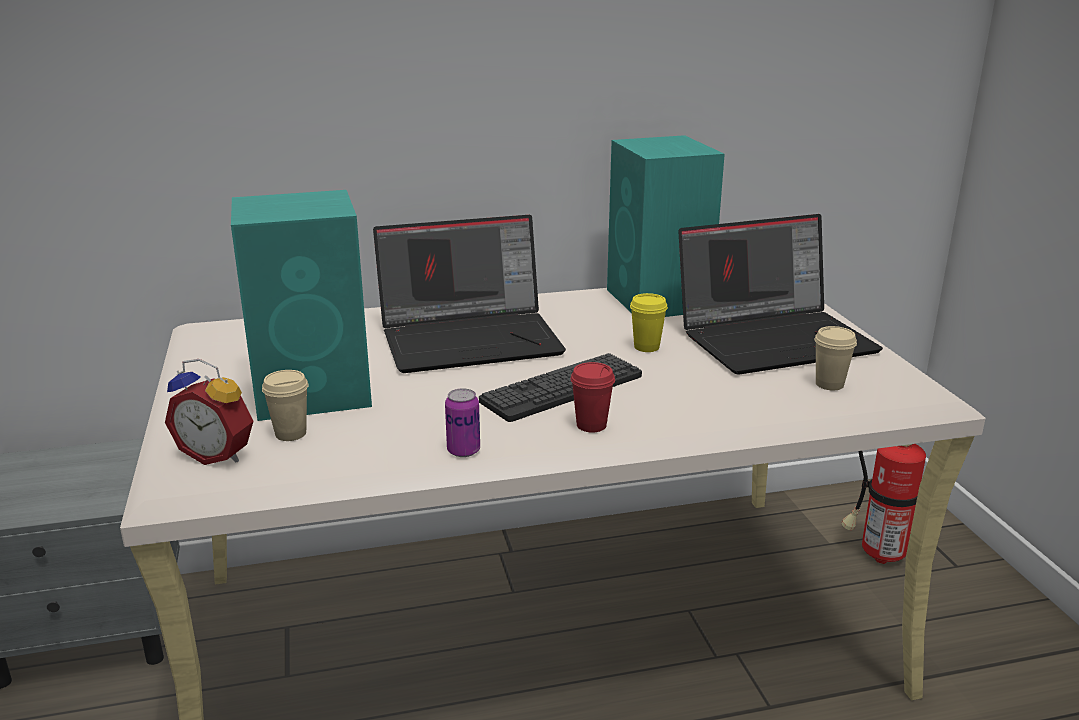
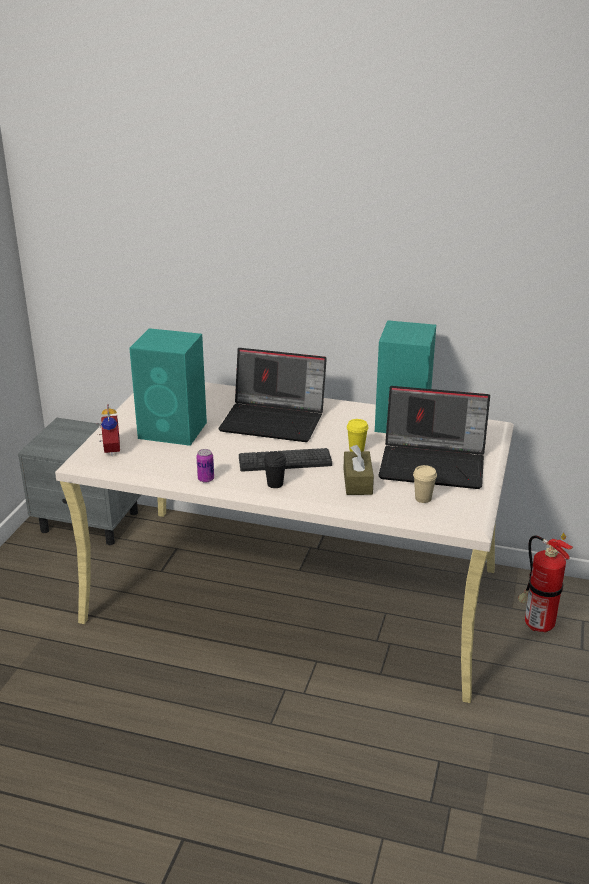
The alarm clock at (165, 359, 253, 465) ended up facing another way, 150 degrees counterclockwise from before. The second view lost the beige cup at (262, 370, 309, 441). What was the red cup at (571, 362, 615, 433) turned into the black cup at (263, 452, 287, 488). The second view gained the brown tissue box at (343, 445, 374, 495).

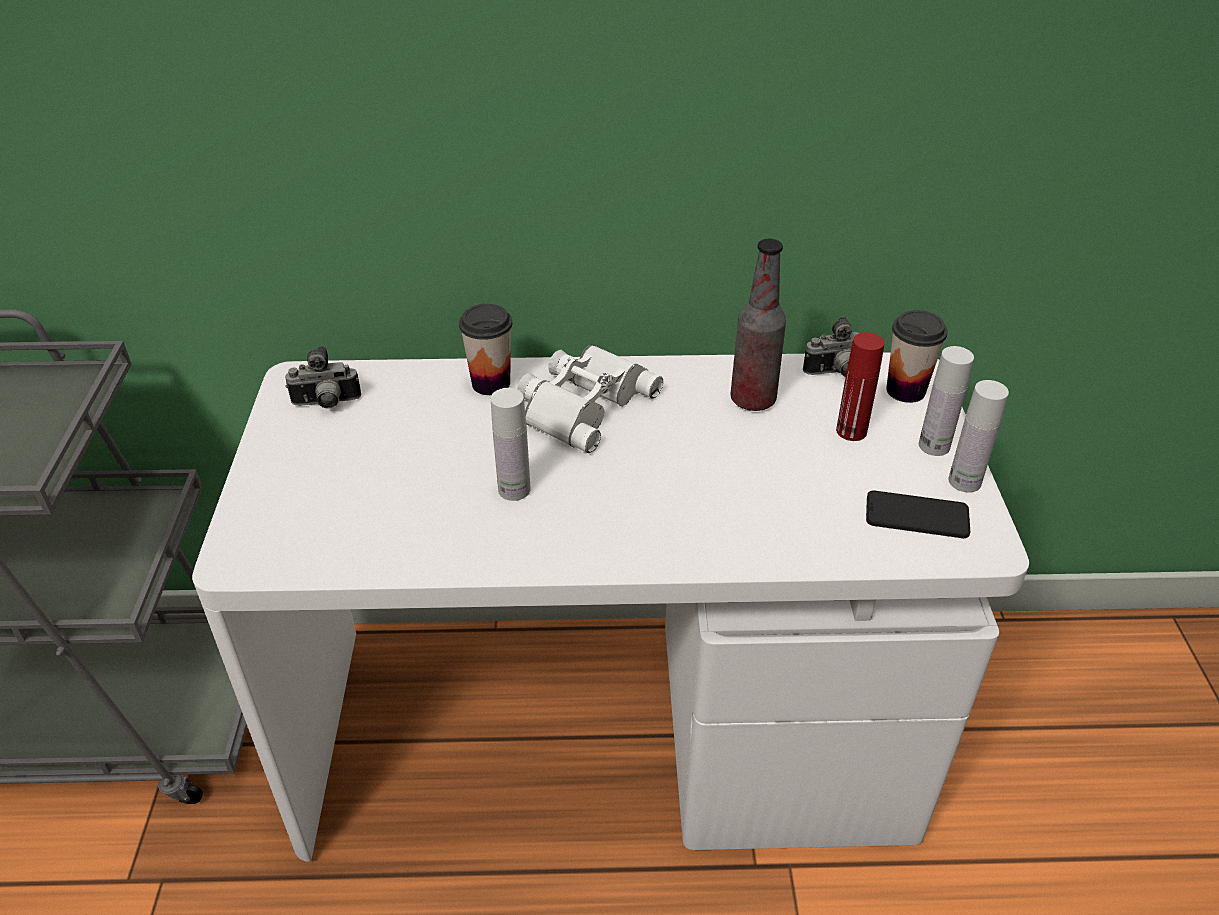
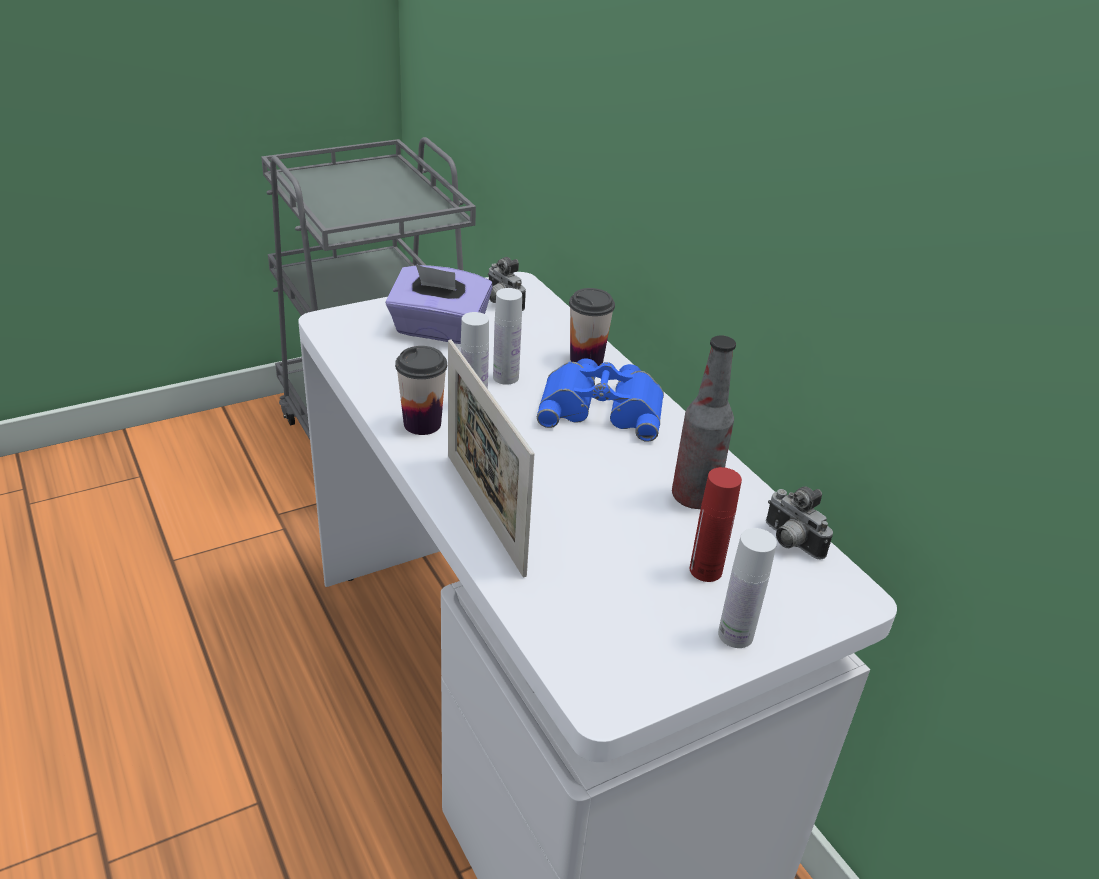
What was the white binoculars at (517, 345, 663, 453) turned into the blue binoculars at (537, 358, 664, 442). The second view lost the phone at (866, 490, 970, 538). The cup ended up elsewhere, having gone from (886, 310, 948, 403) to (395, 346, 447, 435). The white bottle ended up elsewhere, having gone from (948, 380, 1009, 493) to (493, 288, 522, 385). The second view gained the purple tissue box at (386, 264, 493, 344). The second view gained the picture frame at (448, 339, 535, 577).

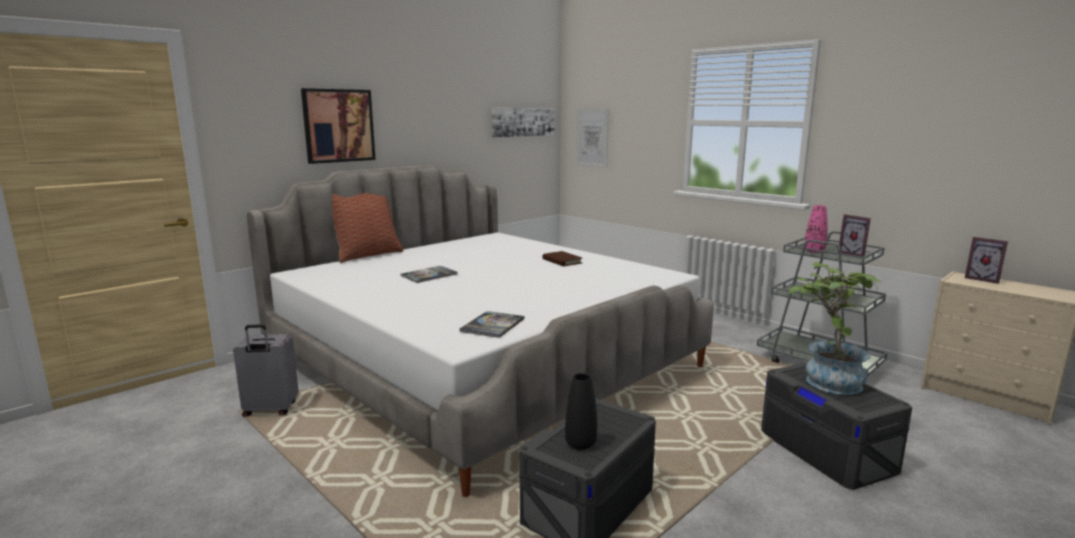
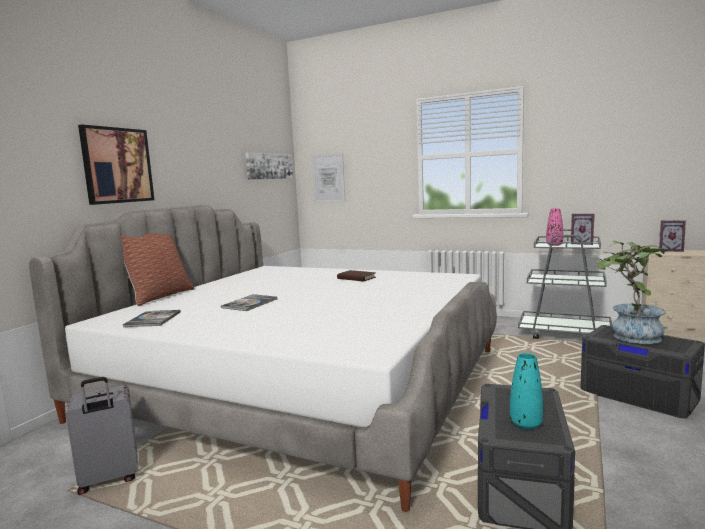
The book ended up elsewhere, having gone from (460, 311, 524, 338) to (123, 310, 181, 327). What was the black vase at (565, 373, 597, 450) turned into the turquoise vase at (510, 353, 543, 429).

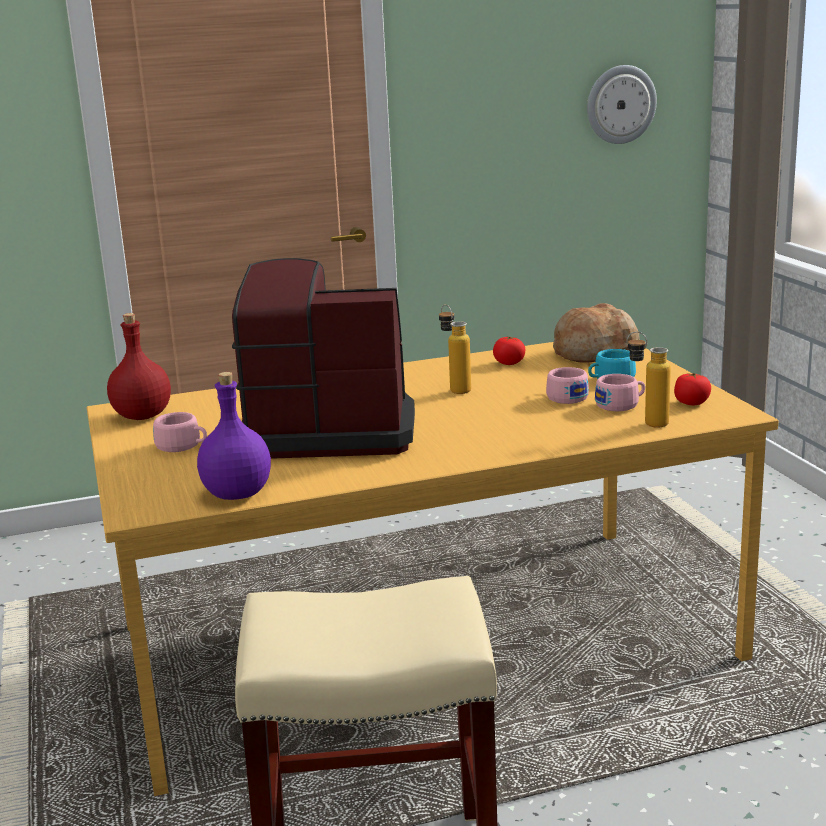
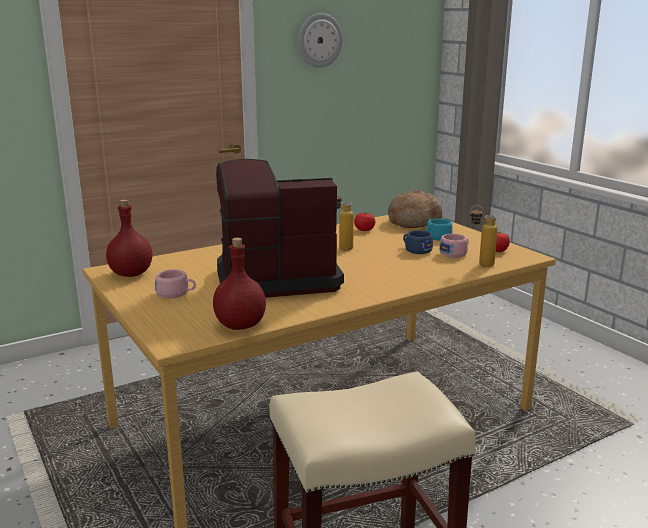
What was the purple bottle at (197, 372, 271, 500) turned into the red bottle at (213, 238, 266, 330). What was the pink cup at (546, 367, 589, 404) turned into the blue cup at (403, 230, 433, 254). The wall clock ended up elsewhere, having gone from (587, 65, 657, 144) to (298, 13, 343, 68).

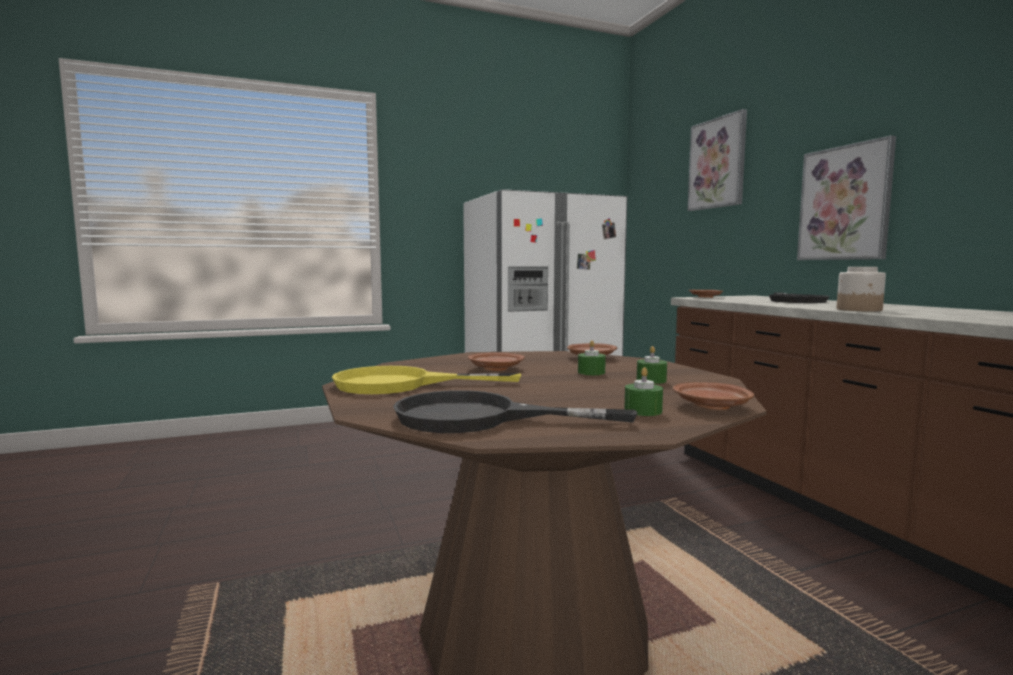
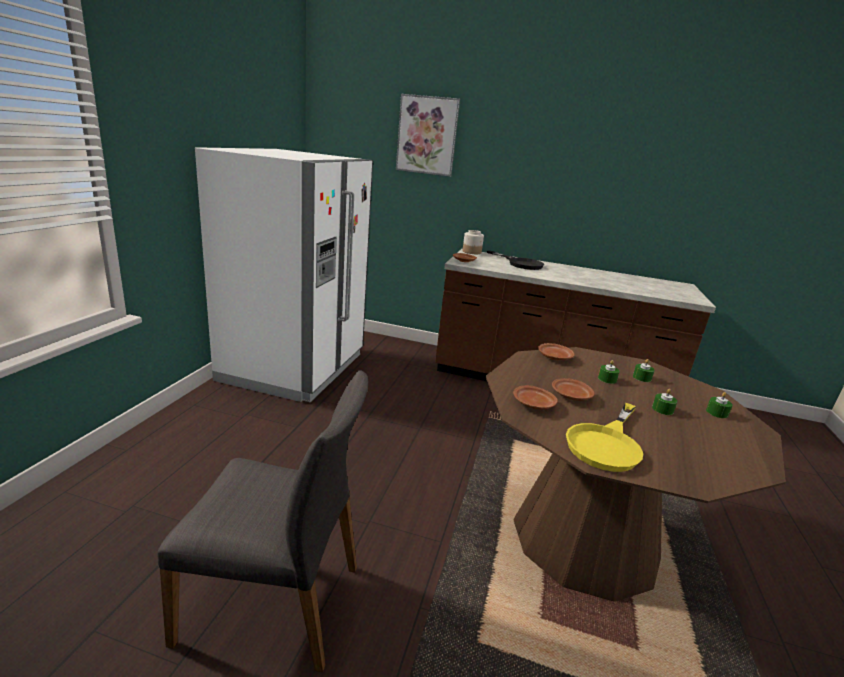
The second view lost the black frying pan at (393, 390, 638, 433). The brown plate ended up elsewhere, having gone from (673, 382, 754, 410) to (513, 385, 558, 410). The second view lost the picture at (797, 136, 896, 260). The jar ended up elsewhere, having gone from (837, 267, 886, 311) to (462, 230, 484, 254). The second view gained the grey chair at (157, 370, 368, 673). The second view gained the green candle at (652, 389, 677, 415).

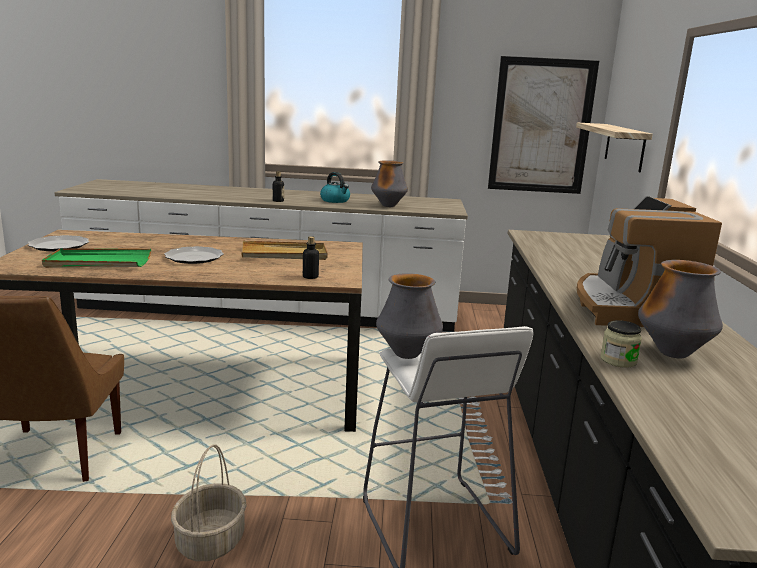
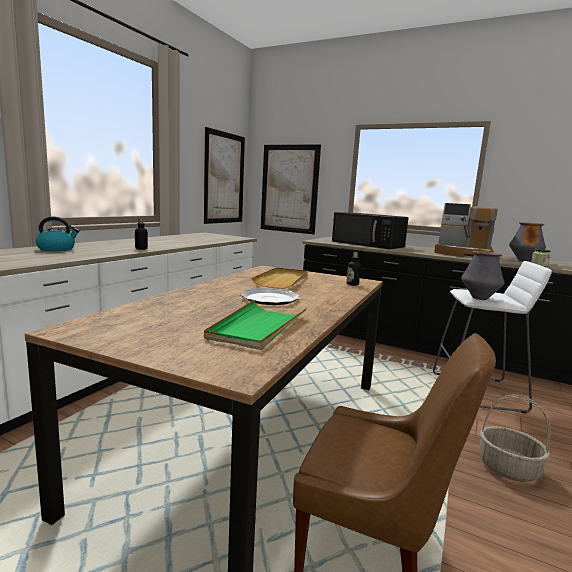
The second view lost the plate at (28, 235, 89, 251). The kettle ended up elsewhere, having gone from (320, 172, 350, 203) to (36, 216, 80, 251). The second view lost the vase at (371, 160, 408, 207). Where the shelf hung at (576, 123, 653, 173), the picture came to hang at (261, 144, 321, 234). The second view gained the black microwave at (332, 212, 409, 249).

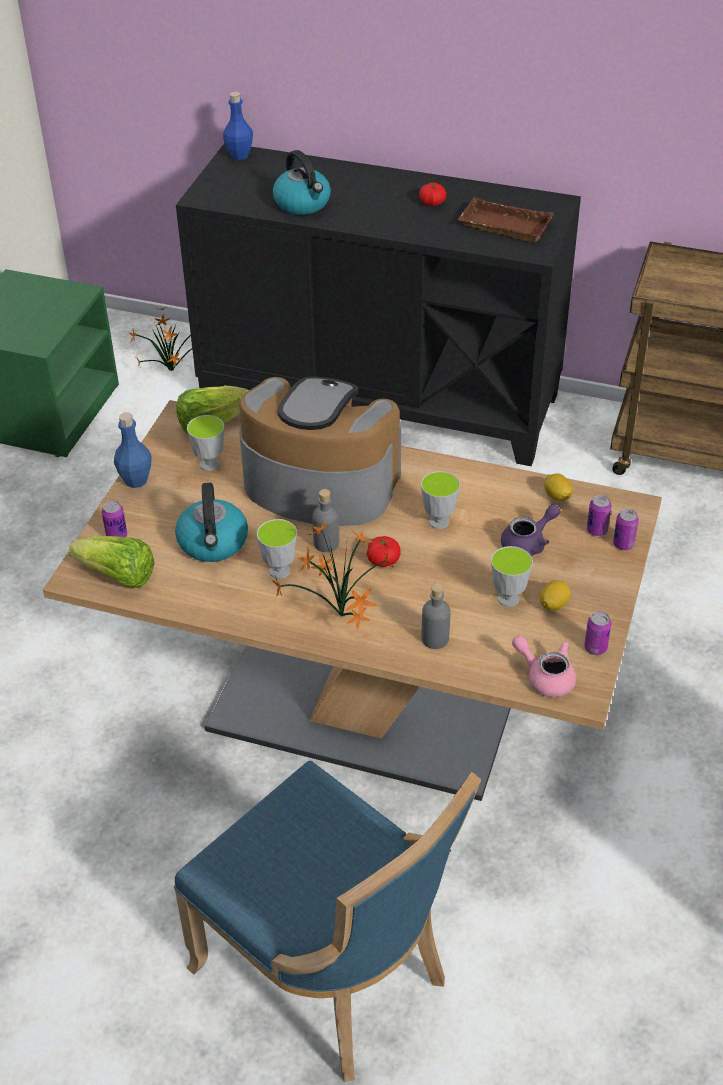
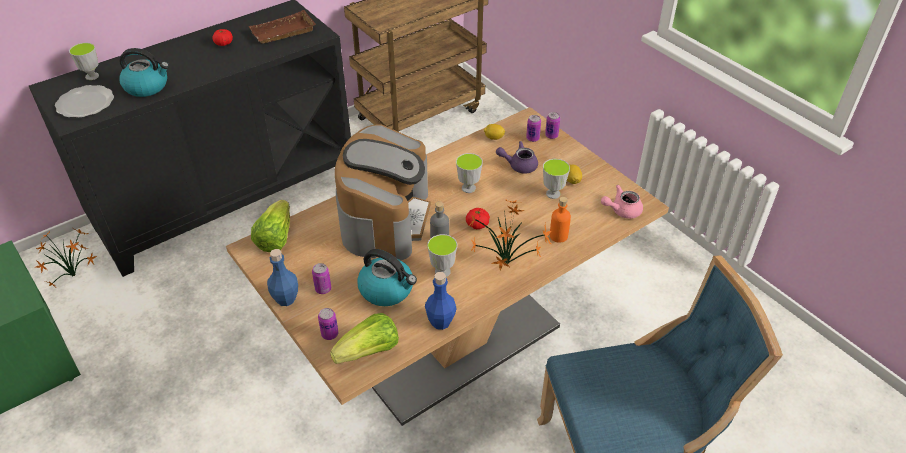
The cup ended up elsewhere, having gone from (187, 415, 224, 471) to (69, 43, 99, 80). The blue bottle ended up elsewhere, having gone from (223, 92, 253, 160) to (425, 272, 457, 330). The coffee machine at (239, 377, 401, 526) ended up facing another way, 135 degrees clockwise from before. What was the grey bottle at (421, 583, 451, 649) turned into the orange bottle at (550, 197, 571, 243). The purple teapot at (501, 504, 561, 556) ended up facing another way, 90 degrees counterclockwise from before. The can ended up elsewhere, having gone from (584, 611, 611, 655) to (312, 263, 331, 294). The second view gained the plate at (55, 85, 114, 118).

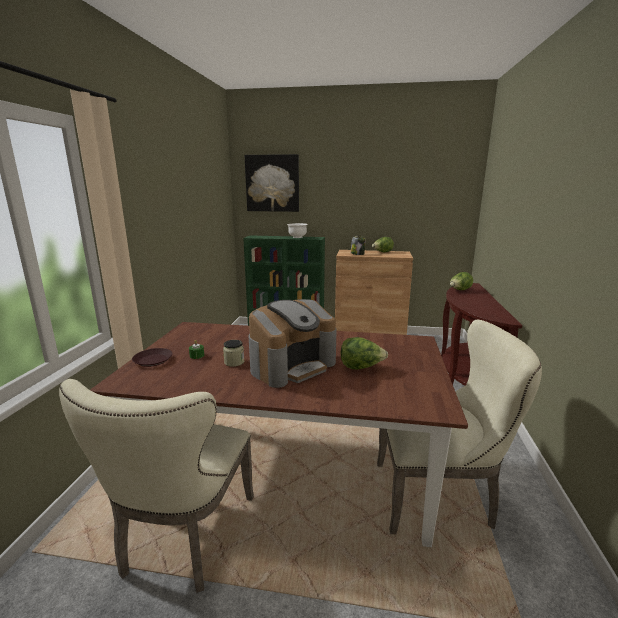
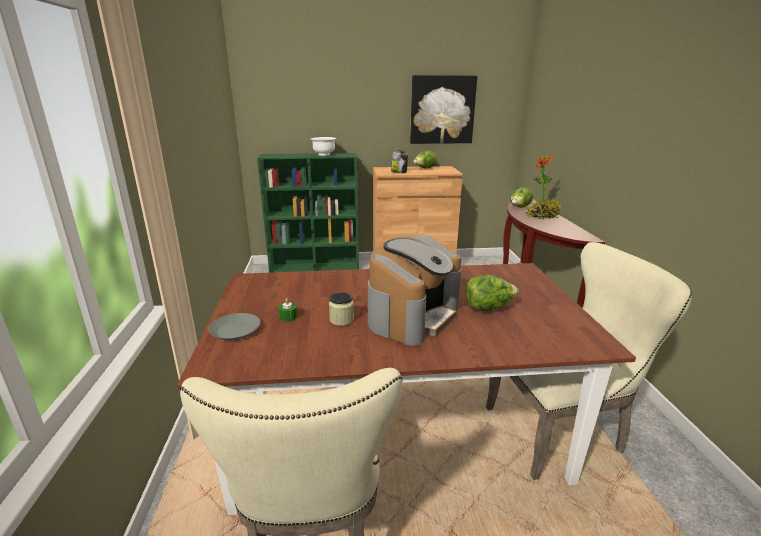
What was the brown plate at (132, 348, 173, 367) turned into the grey plate at (209, 313, 260, 340). The picture ended up elsewhere, having gone from (245, 154, 299, 212) to (410, 75, 477, 144). The second view gained the potted plant at (525, 155, 561, 219).

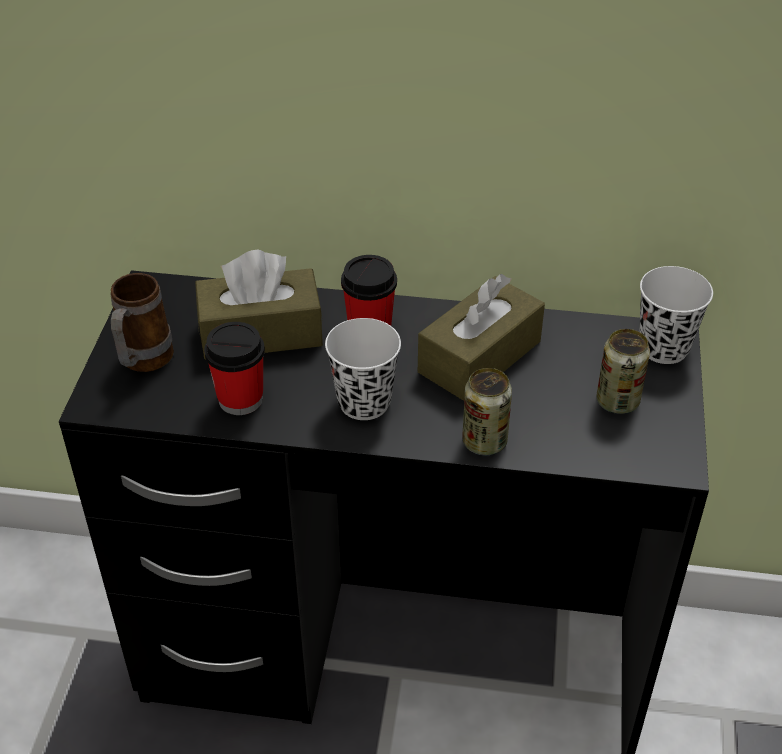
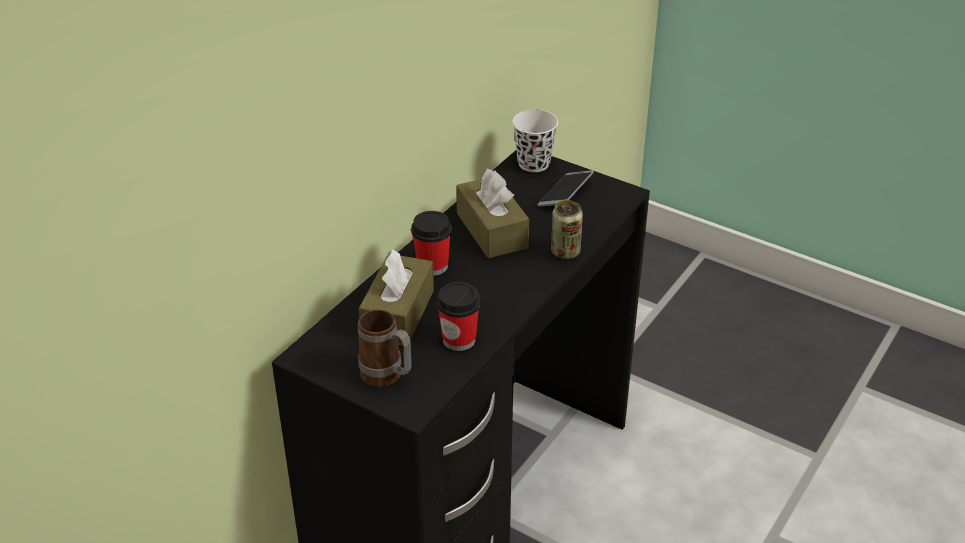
The second view lost the white cup at (325, 318, 401, 420). Where the can stood at (596, 329, 650, 414), the phone came to stand at (538, 170, 594, 207).

